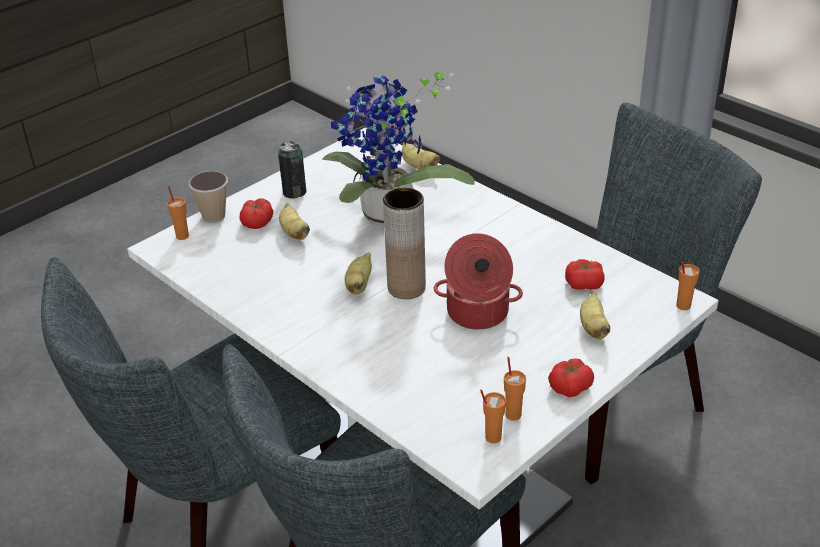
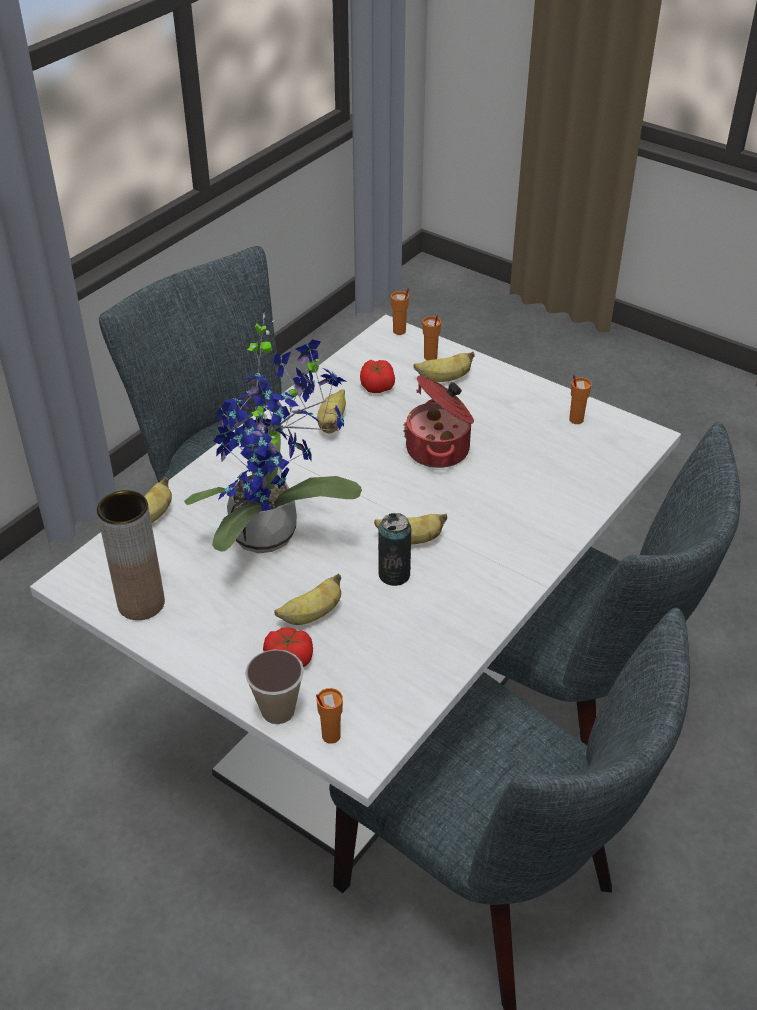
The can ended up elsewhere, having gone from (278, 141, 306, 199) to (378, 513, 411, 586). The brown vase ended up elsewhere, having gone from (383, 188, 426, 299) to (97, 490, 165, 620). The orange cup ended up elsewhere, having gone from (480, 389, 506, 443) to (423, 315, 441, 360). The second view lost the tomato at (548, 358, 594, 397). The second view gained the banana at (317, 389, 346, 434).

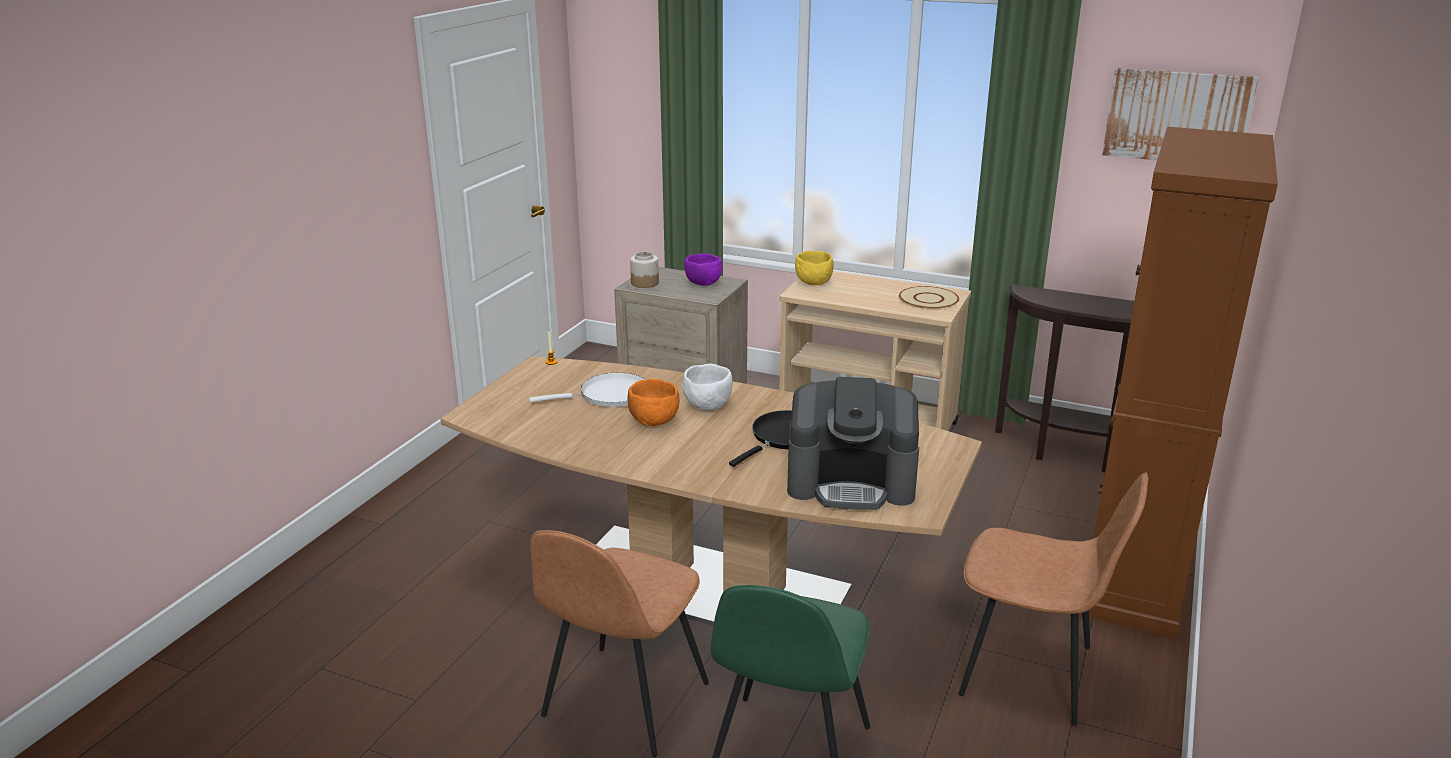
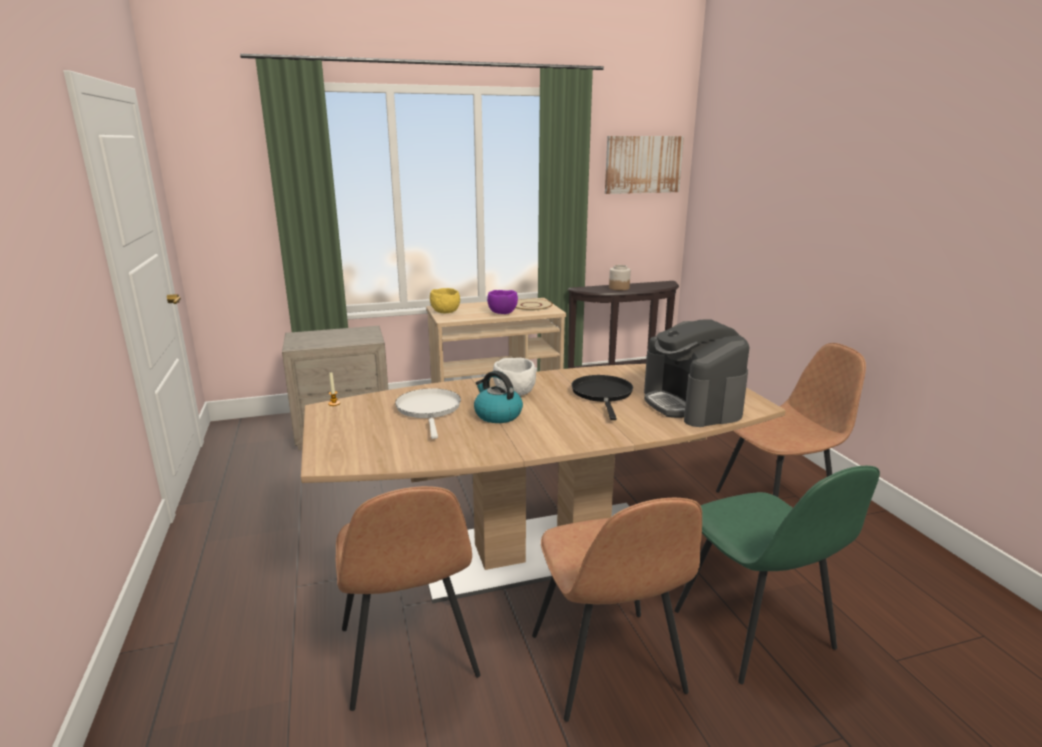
The white frying pan at (529, 373, 645, 407) ended up facing another way, 45 degrees counterclockwise from before. Where the orange bowl stood at (628, 379, 680, 426), the kettle came to stand at (474, 371, 523, 423). The jar ended up elsewhere, having gone from (630, 252, 659, 288) to (609, 265, 631, 291). The purple bowl ended up elsewhere, having gone from (684, 253, 722, 286) to (487, 290, 518, 314). The coffee machine at (787, 377, 919, 510) ended up facing another way, 105 degrees clockwise from before. The second view lost the brown cabinet at (1079, 127, 1278, 638). The second view gained the brown chair at (335, 486, 481, 711).

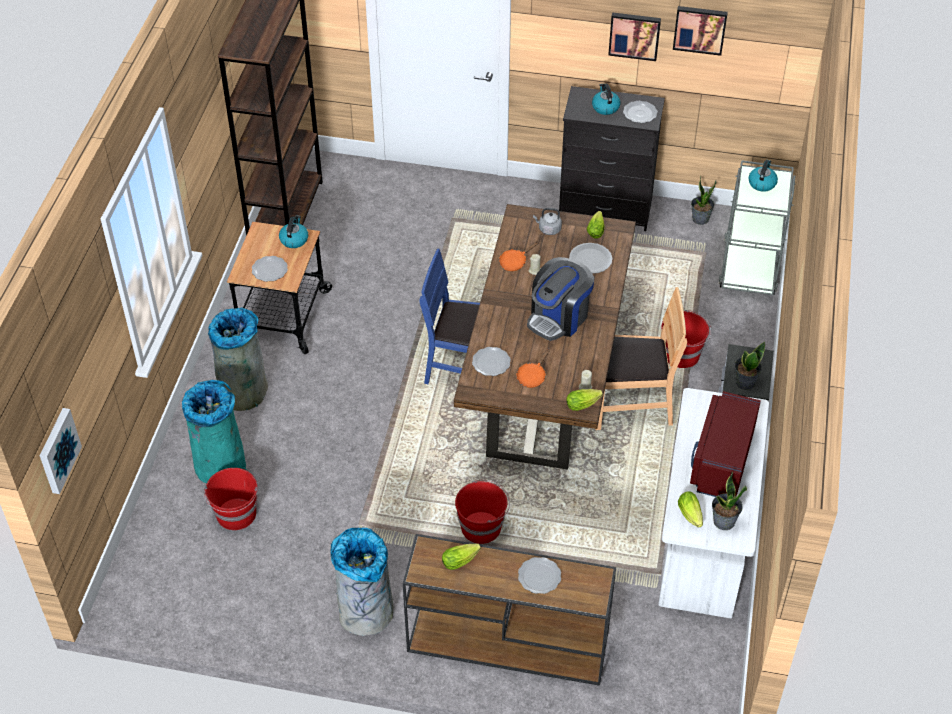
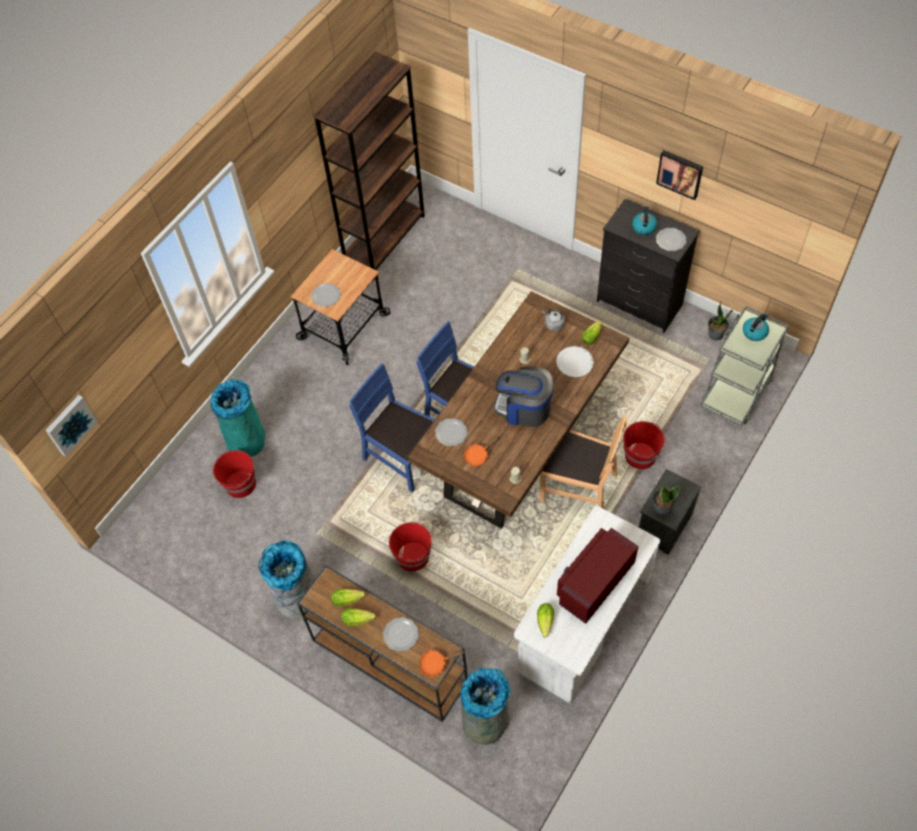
The grey trash can ended up elsewhere, having gone from (208, 308, 268, 411) to (461, 668, 510, 745). The second view lost the kettle at (279, 215, 308, 248). The orange frying pan ended up elsewhere, having gone from (499, 241, 539, 271) to (419, 650, 465, 677). The coffee machine at (527, 257, 594, 341) ended up facing another way, 45 degrees clockwise from before. The lettuce ended up elsewhere, having gone from (566, 389, 603, 411) to (341, 608, 376, 626). The second view lost the picture at (673, 6, 728, 56). The second view lost the potted plant at (712, 472, 747, 530). The second view gained the blue chair at (349, 363, 435, 493).

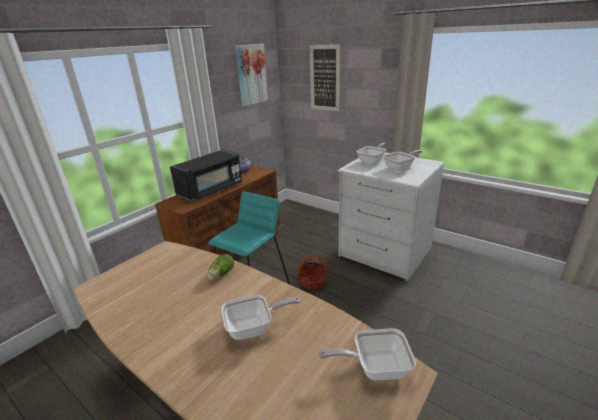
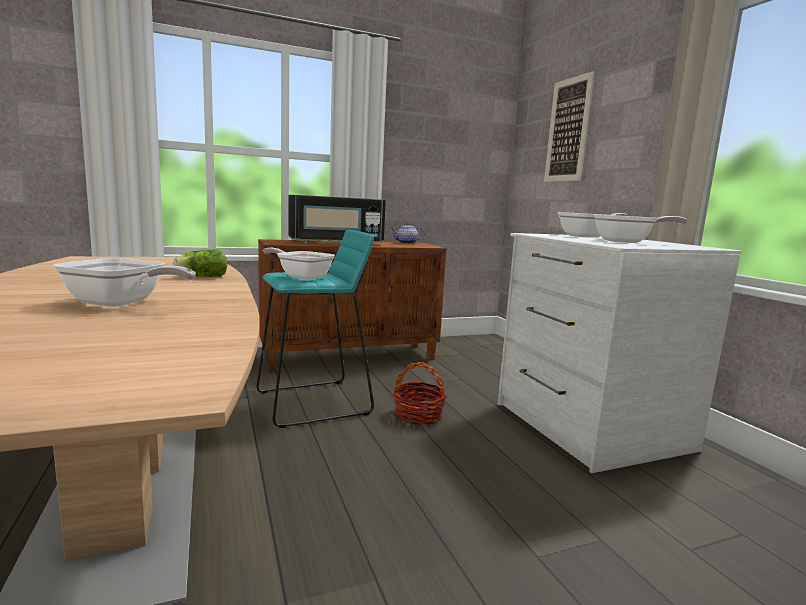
The second view lost the picture at (236, 44, 268, 106). The frying pan ended up elsewhere, having gone from (319, 328, 416, 381) to (263, 248, 335, 280).

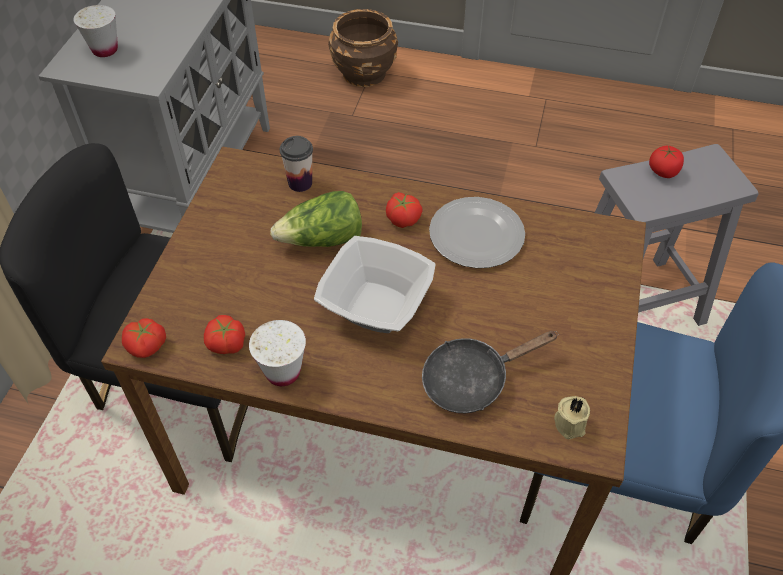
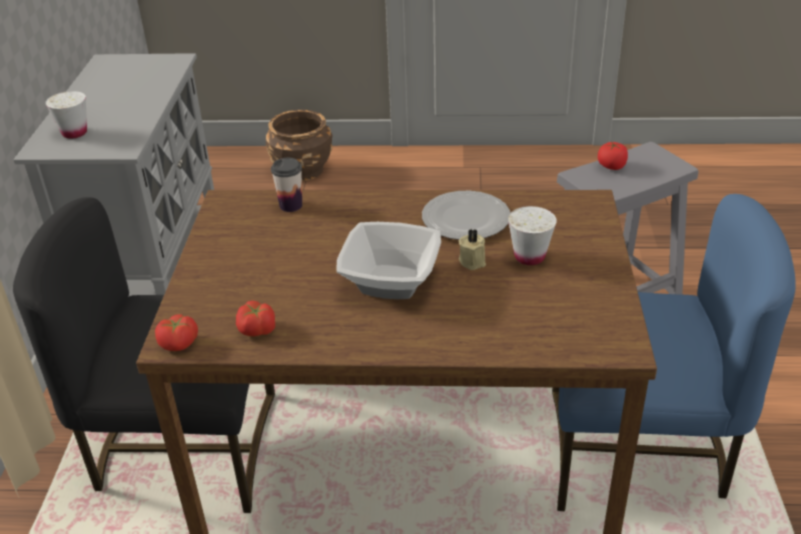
The white cup ended up elsewhere, having gone from (249, 320, 306, 386) to (508, 206, 557, 265). The second view lost the lettuce at (270, 191, 362, 247). The second view lost the tomato at (386, 192, 423, 228). The second view lost the black frying pan at (422, 331, 559, 413). The beige candle ended up elsewhere, having gone from (554, 396, 590, 439) to (459, 229, 486, 270).

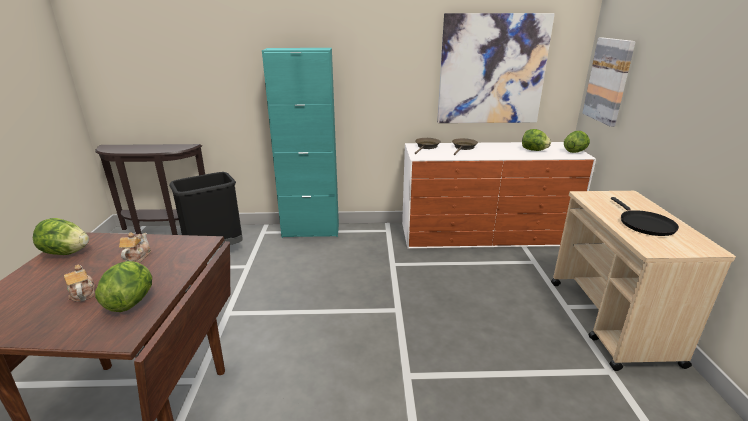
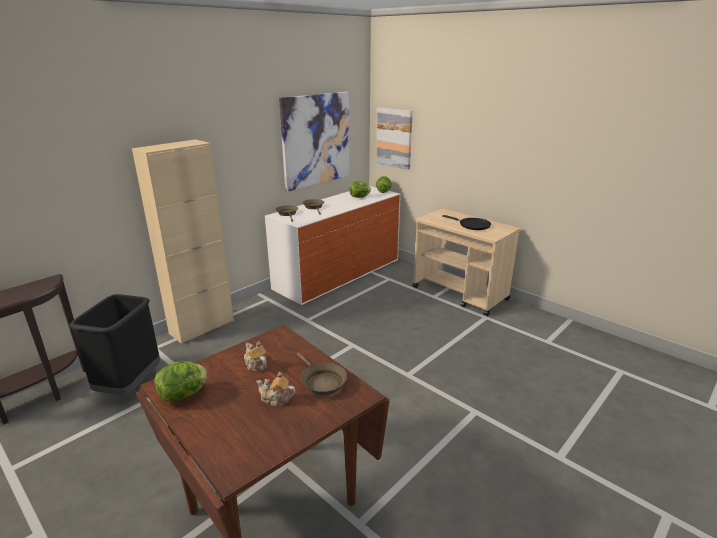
Where the lettuce stood at (95, 261, 152, 312), the brown frying pan came to stand at (297, 353, 347, 396). What was the turquoise cabinet at (262, 48, 339, 238) turned into the beige cabinet at (132, 139, 234, 344).

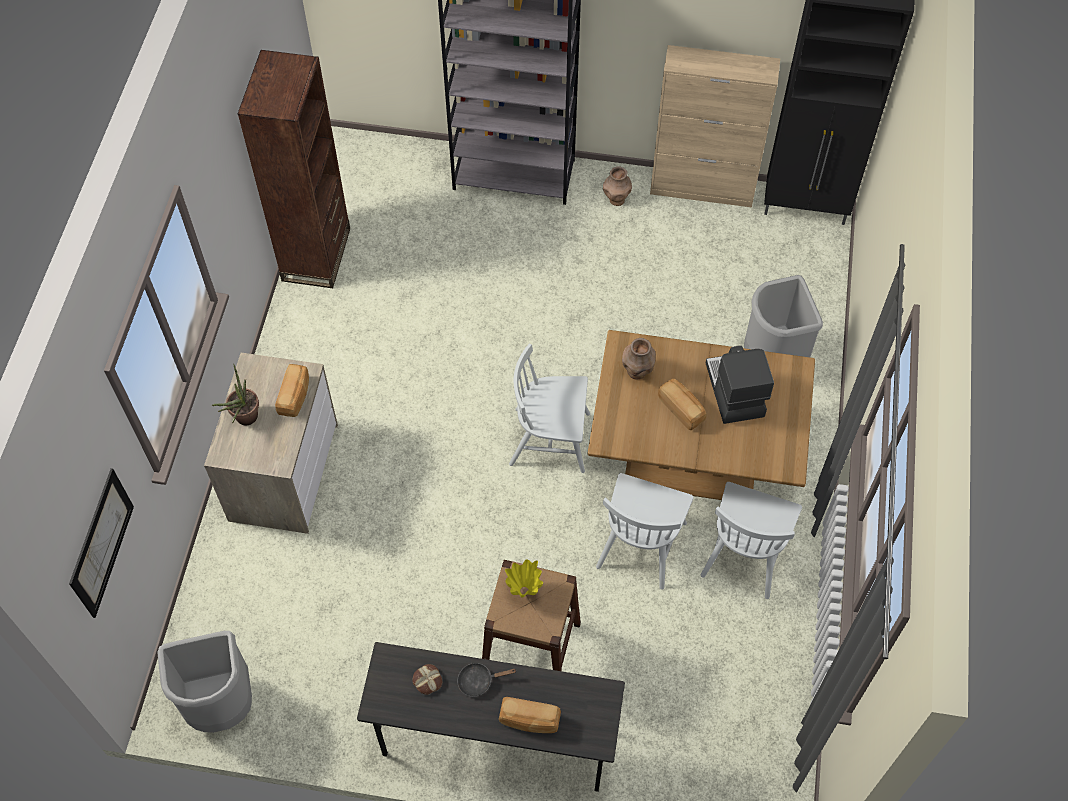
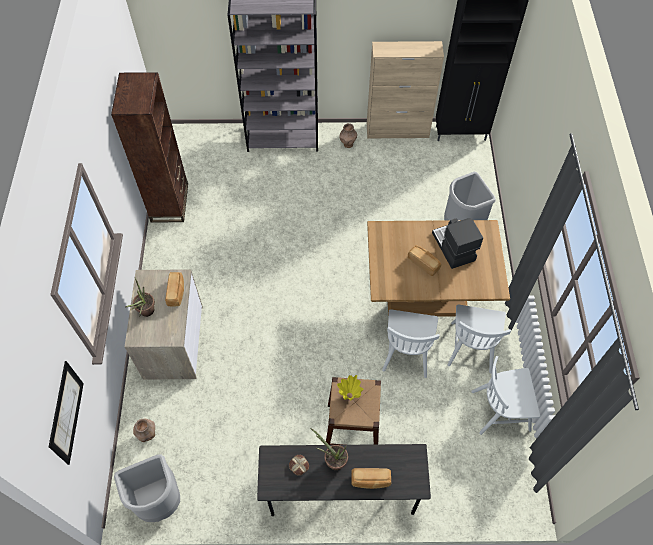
Where the black frying pan stood at (457, 663, 517, 697), the potted plant came to stand at (311, 429, 348, 470). The white chair ended up elsewhere, having gone from (509, 344, 590, 473) to (471, 356, 540, 435). The brown vase ended up elsewhere, having gone from (622, 338, 656, 379) to (133, 419, 155, 442).

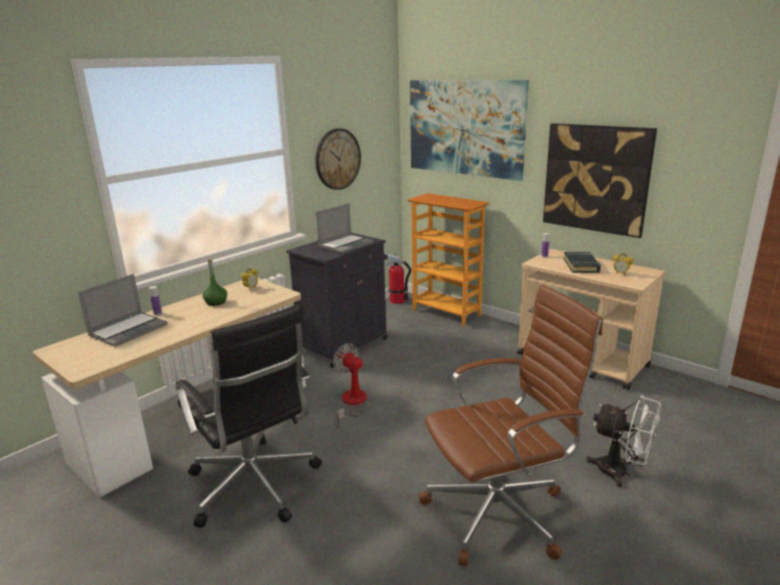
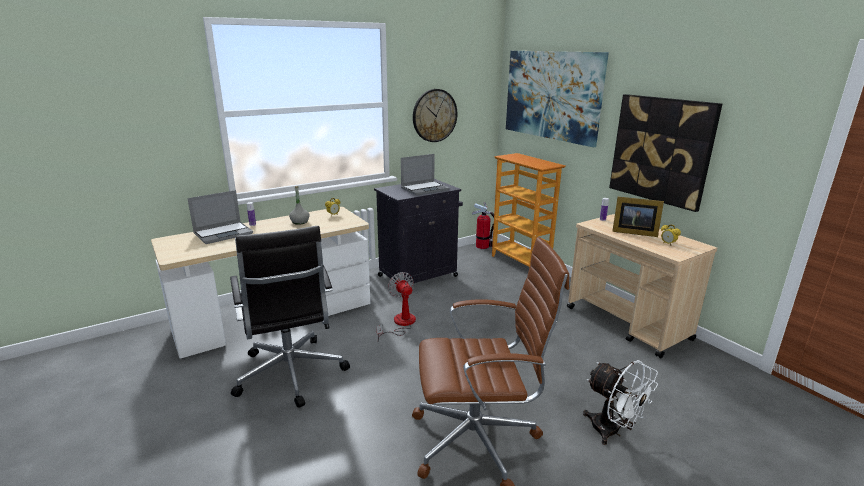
What was the green bottle at (203, 259, 227, 306) turned into the grey bottle at (289, 186, 310, 225). Where the black book stood at (564, 252, 601, 273), the picture frame came to stand at (612, 197, 664, 237).

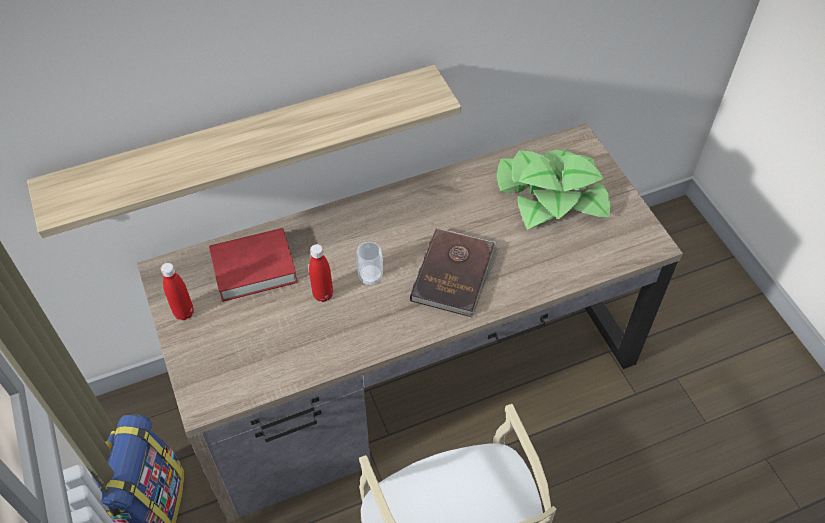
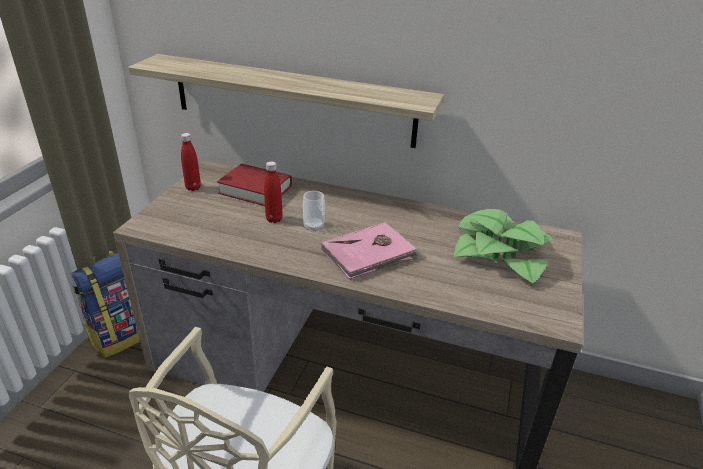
What was the brown book at (410, 229, 499, 317) turned into the pink book at (321, 222, 420, 280).

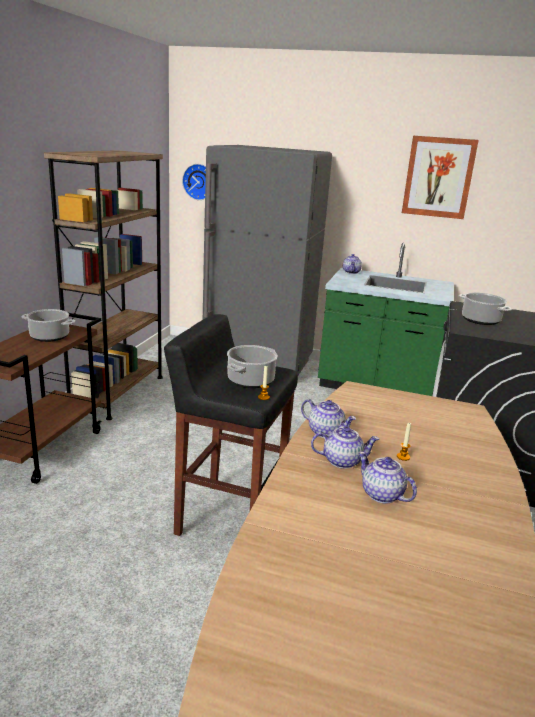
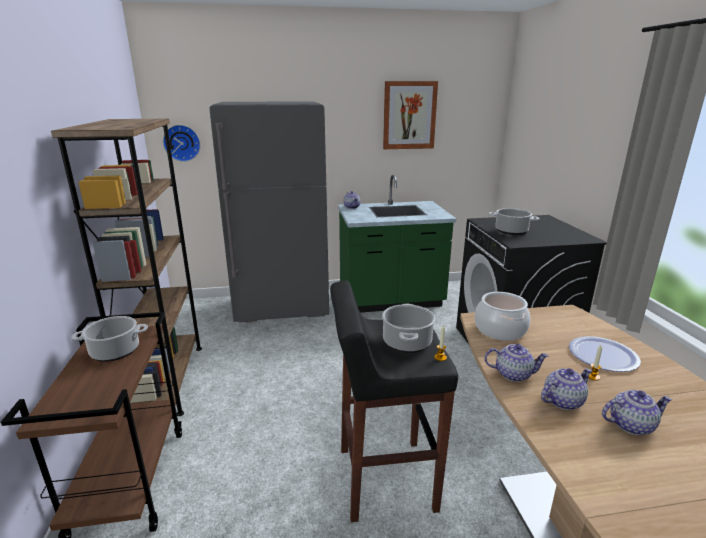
The teapot at (358, 452, 417, 503) ended up facing another way, 150 degrees clockwise from before. The second view gained the cooking pot at (475, 292, 530, 341). The second view gained the plate at (569, 336, 641, 372).

